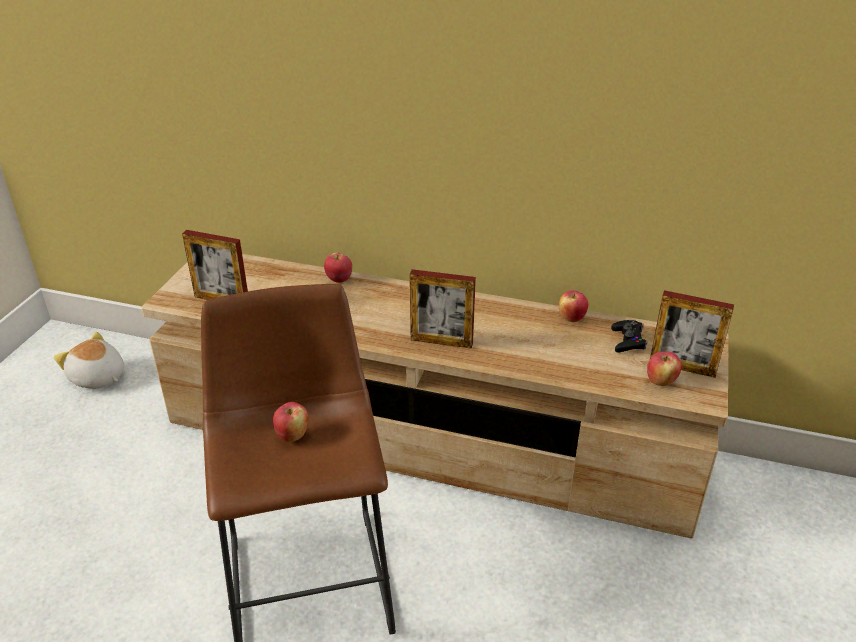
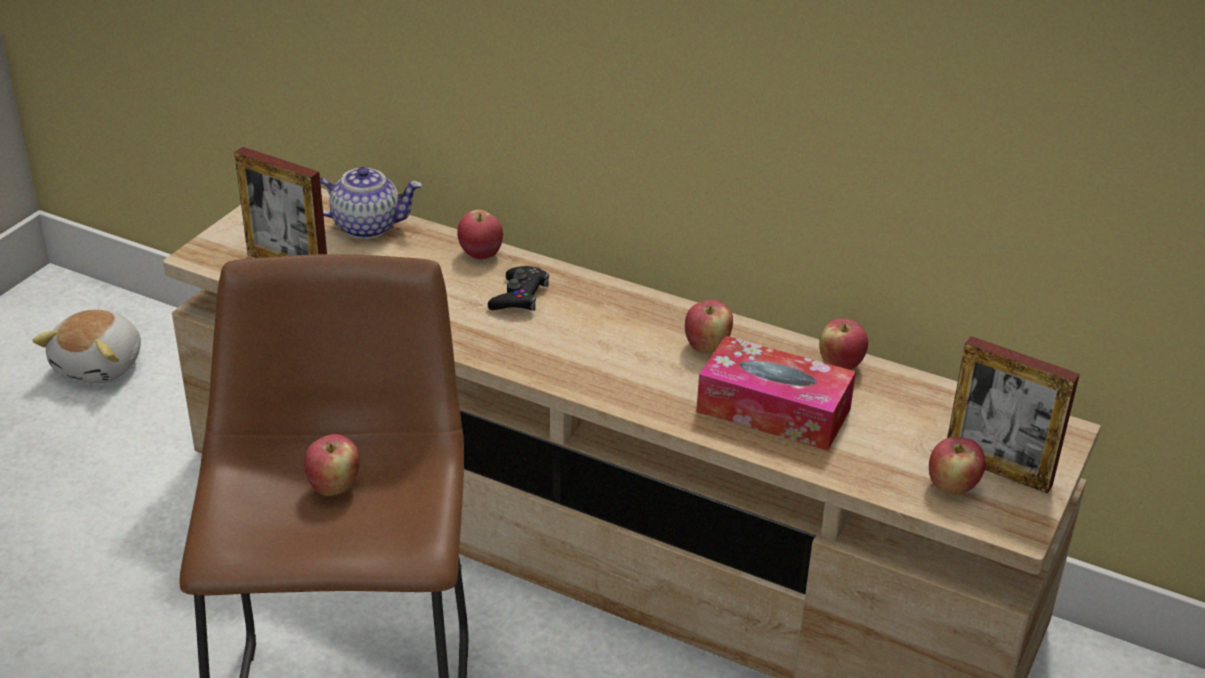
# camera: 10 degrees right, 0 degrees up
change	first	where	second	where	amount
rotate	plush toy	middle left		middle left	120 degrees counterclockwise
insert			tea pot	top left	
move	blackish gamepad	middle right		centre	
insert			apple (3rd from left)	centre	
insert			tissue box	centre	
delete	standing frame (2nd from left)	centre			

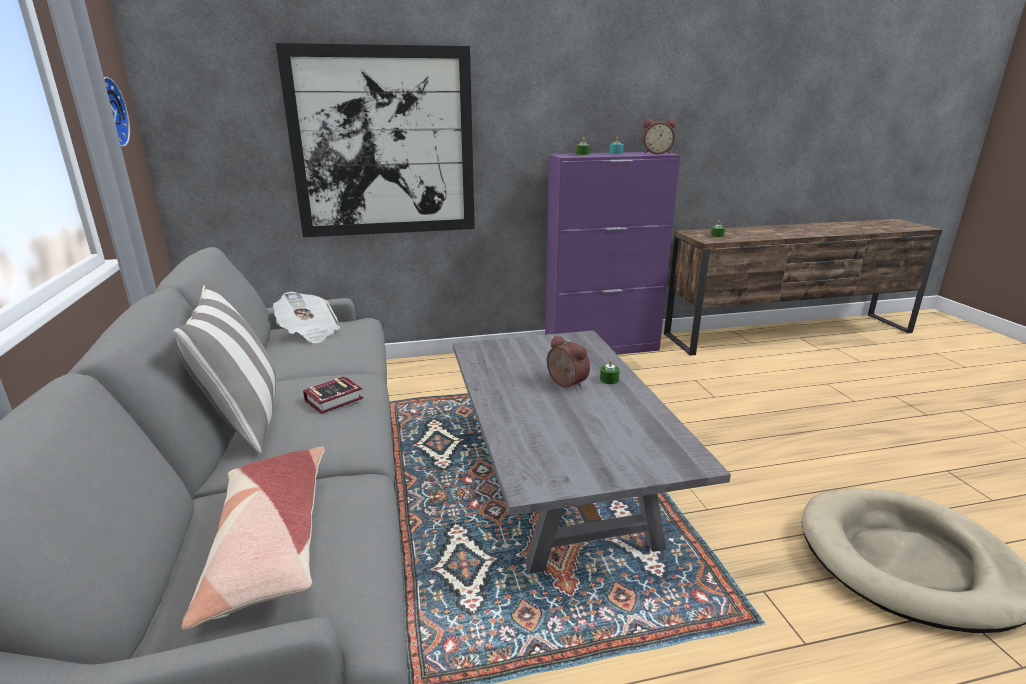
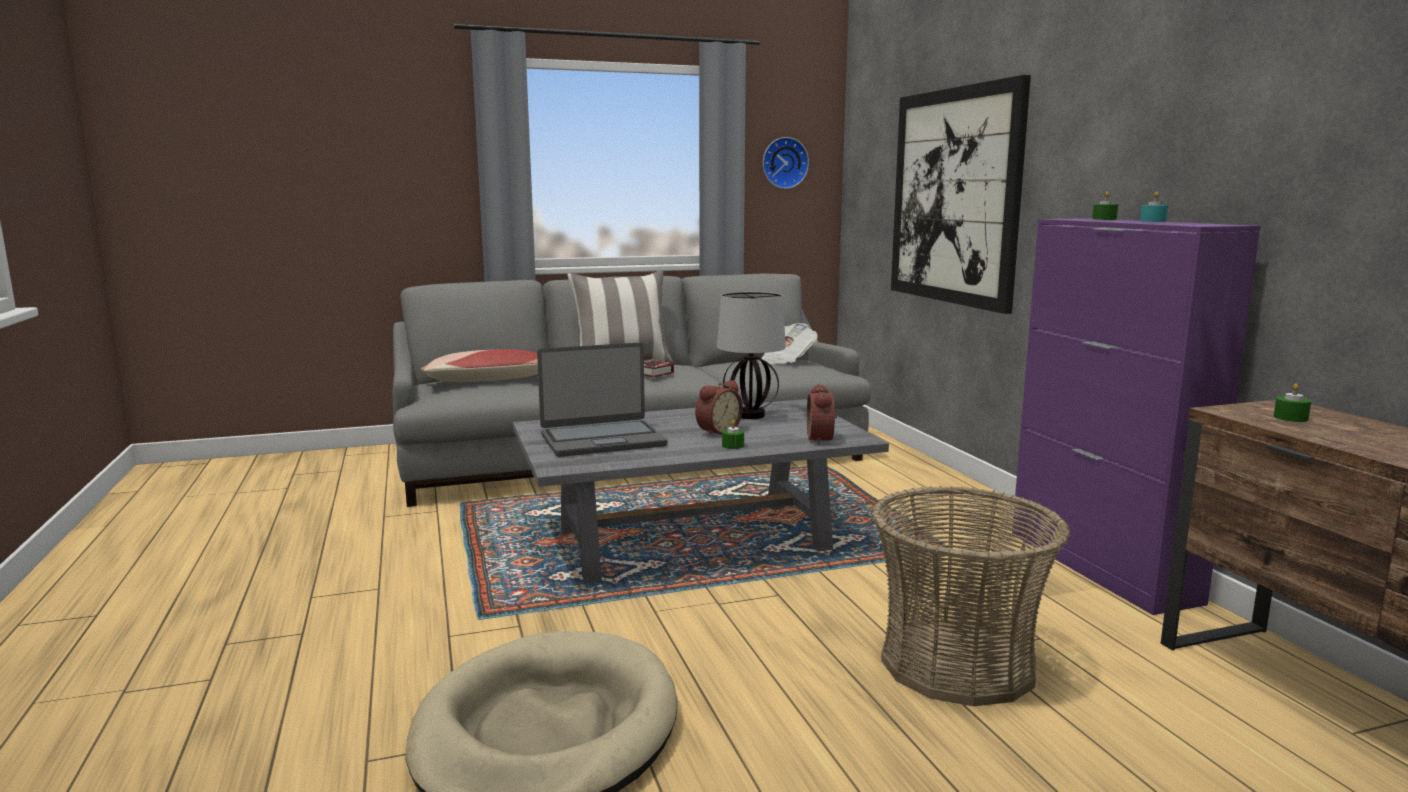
# camera: 85 degrees right, 10 degrees down
change	first	where	second	where	amount
insert			laptop	centre	
insert			tabletop lamp	centre	
move	alarm clock (2nd from left)	top centre		centre	
insert			household basket	bottom right	

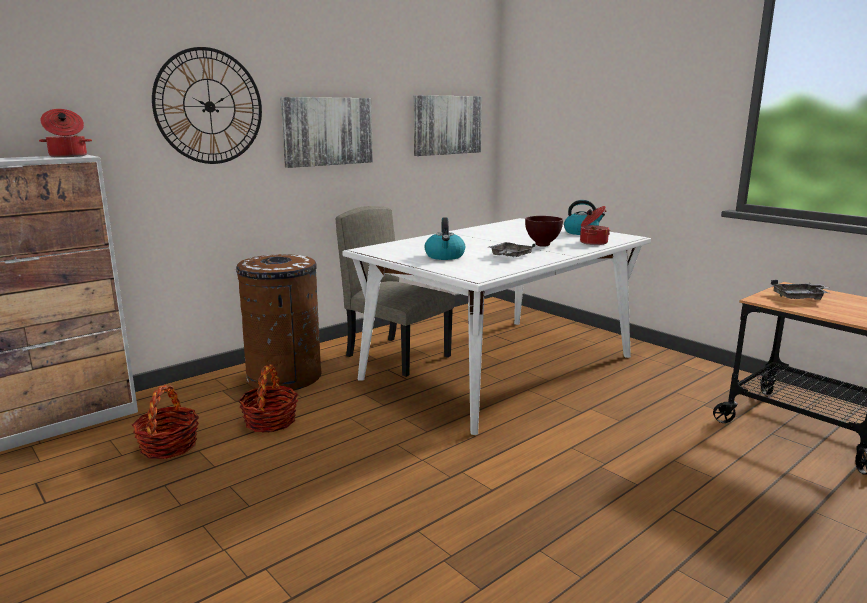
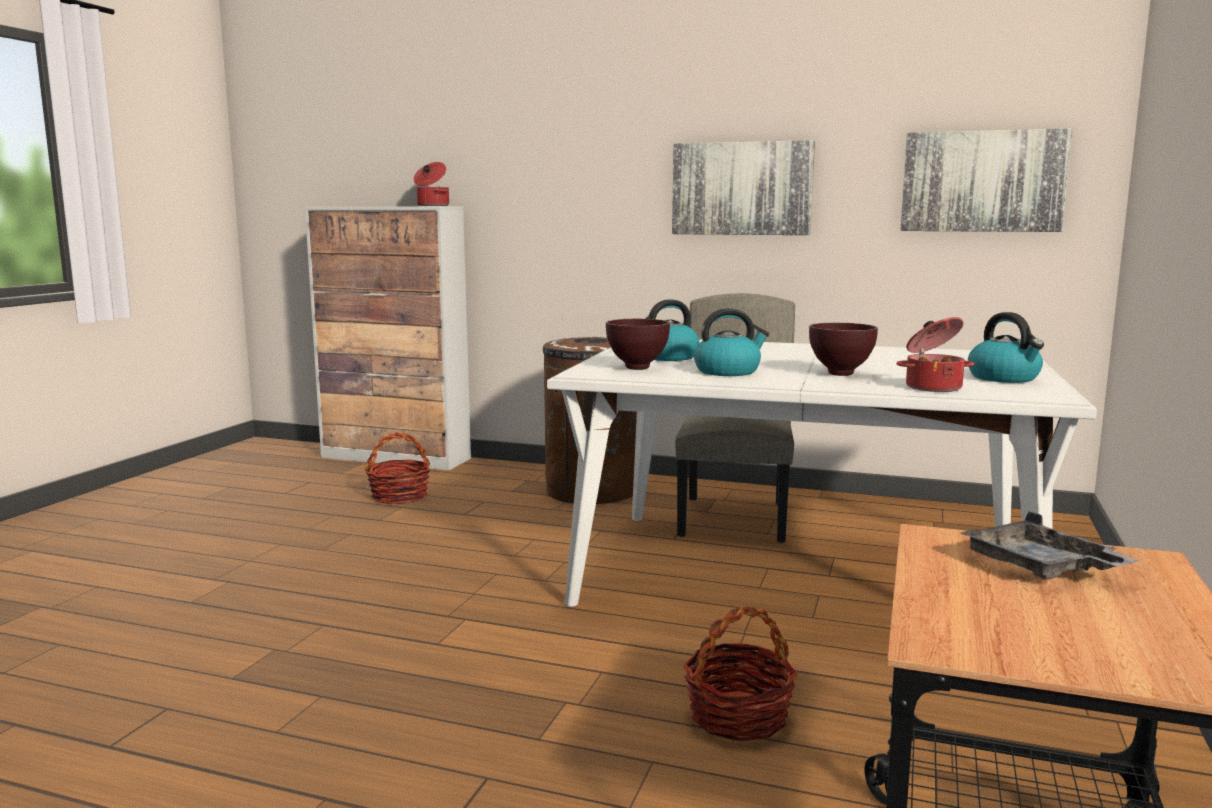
# camera: 60 degrees right, 5 degrees down
change	first	where	second	where	amount
insert			brown-coloured deep dish (1st from left)	centre	
move	household basket (2nd from left)	middle left		bottom centre	
replace	gray tray (1st from left)	centre	kettle (2nd from left)	centre	
delete	hanging clock	top left			

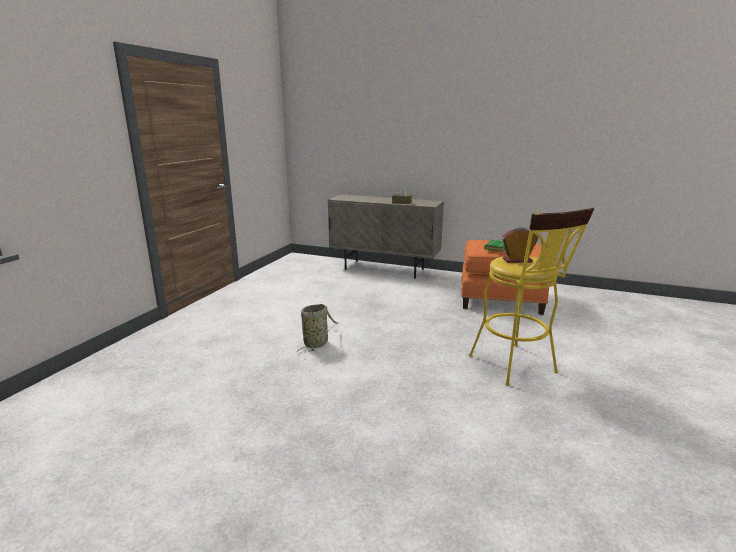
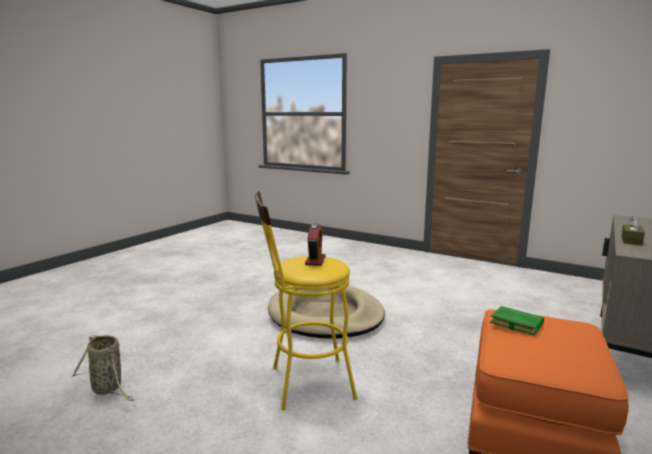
# camera: 100 degrees right, 5 degrees down
change	first	where	second	where	amount
move	household basket	centre		bottom left	
insert			beige pet bed	bottom centre	

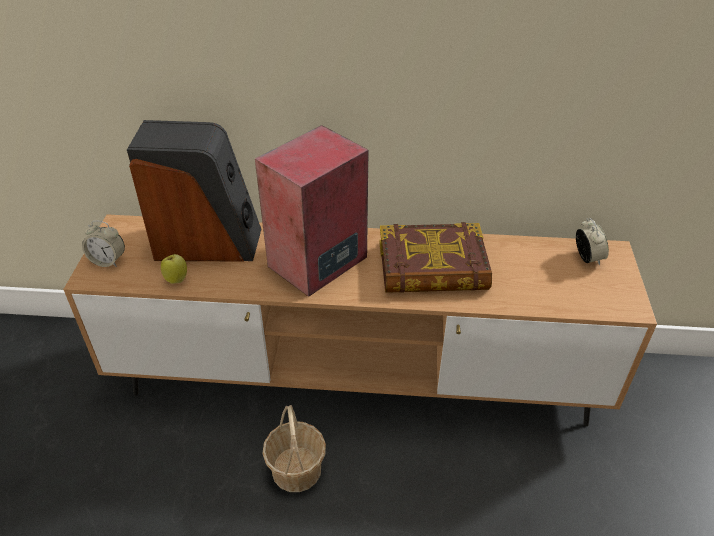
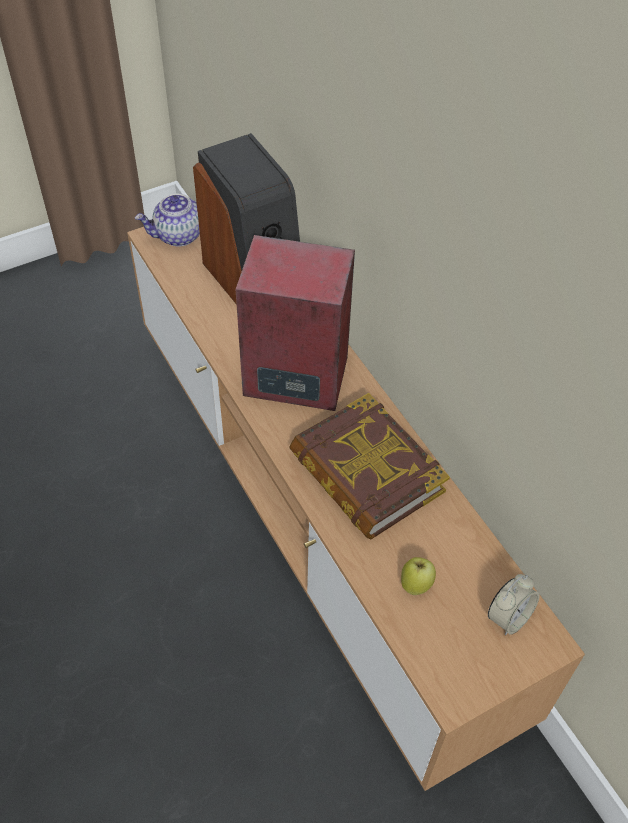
# camera: 55 degrees right, 10 degrees up
change	first	where	second	where	amount
replace	alarm clock (1st from left)	middle left	tea pot	top left	
move	apple	middle left		bottom centre	
delete	household basket	bottom centre			

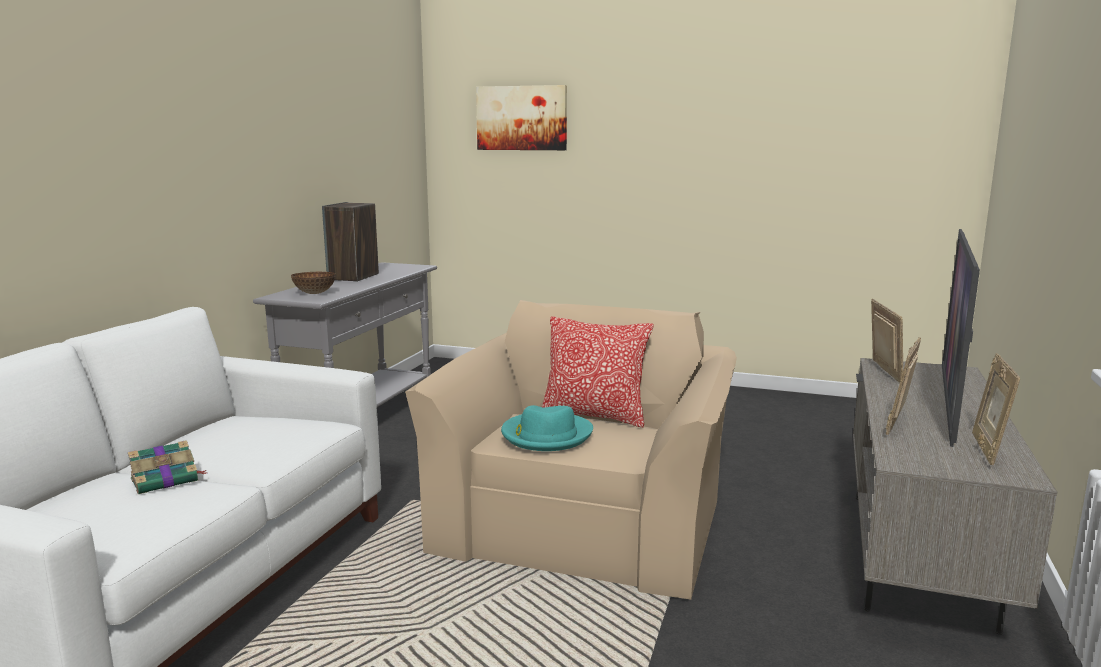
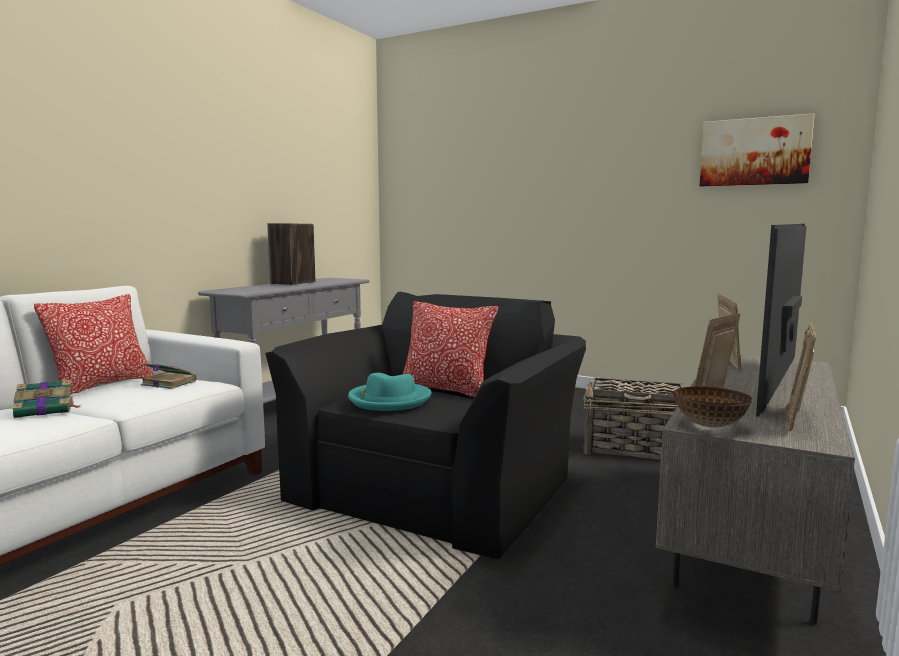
# camera: 10 degrees right, 5 degrees down
change	first	where	second	where	amount
insert			cushion (1st from left)	middle left	
insert			bound book (2nd from left)	middle left	
recolor	beige armchair	bottom centre	blackish armchair	centre	
insert			household basket	middle right	
move	deep dish	middle left		middle right	
move	wall art	top centre		top right	

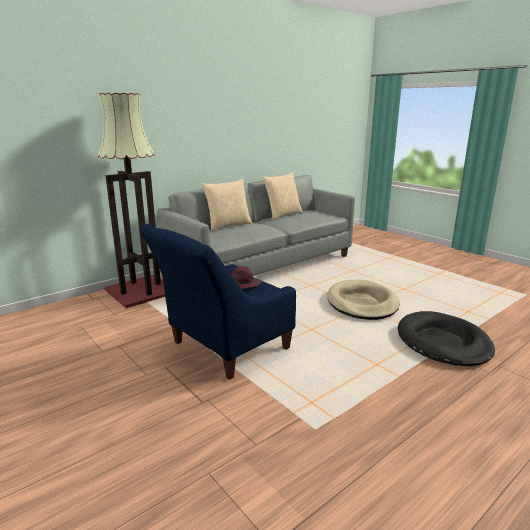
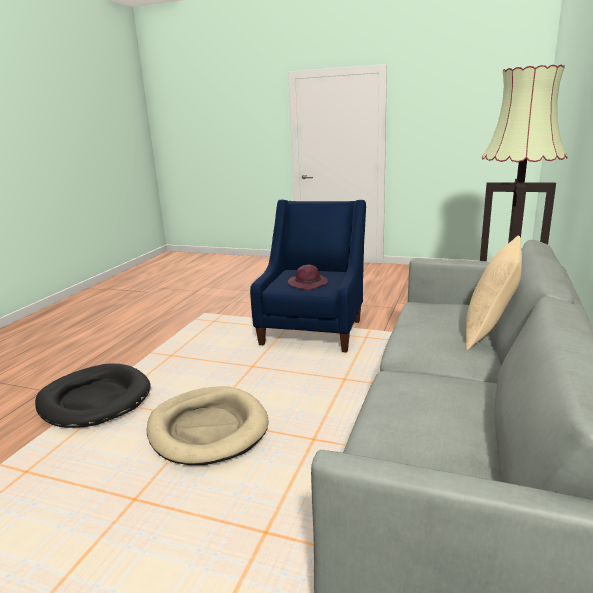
# camera: 150 degrees right, 0 degrees up
change	first	where	second	where	amount
delete	beige cushion (2nd from left)	centre			

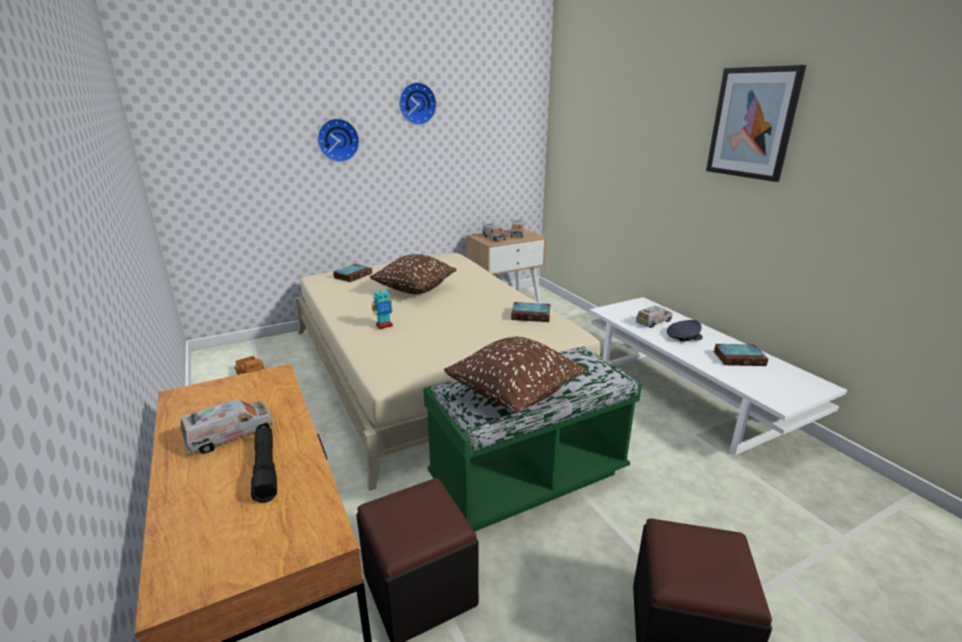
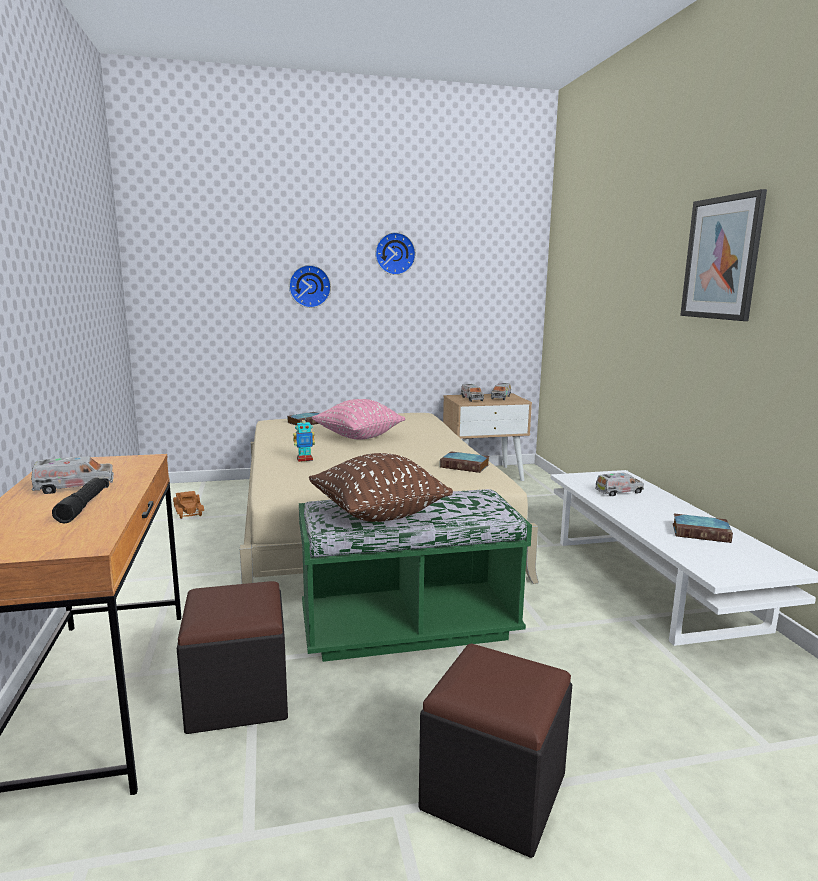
# camera: 15 degrees right, 10 degrees down
change	first	where	second	where	amount
recolor	brown-coloured cushion (1st from left)	centre	pink-coloured cushion	centre	
delete	gray baseball cap	middle right			

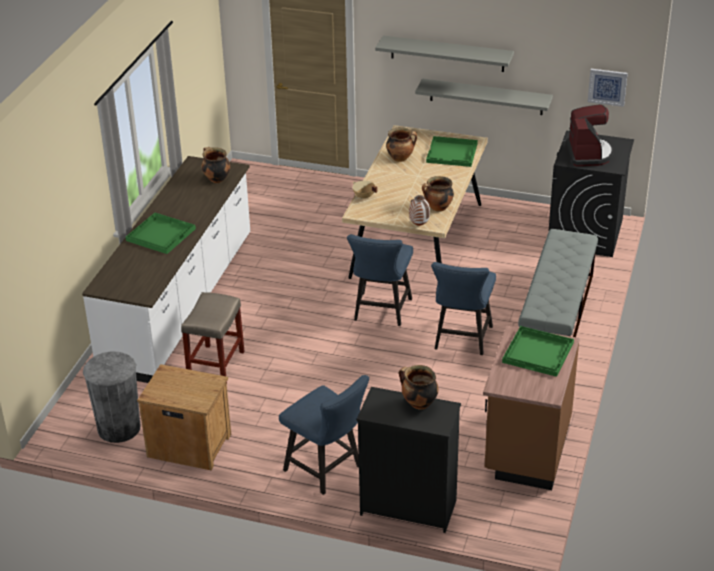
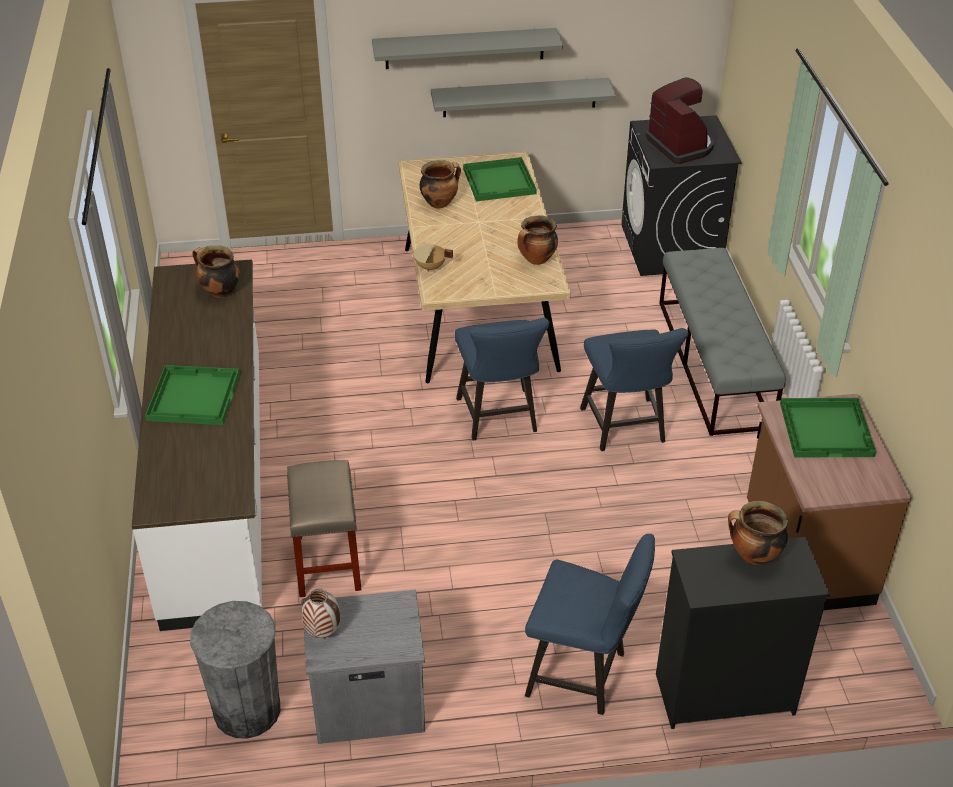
# camera: 25 degrees left, 5 degrees up
change	first	where	second	where	amount
move	decorative vase	centre		bottom centre	
recolor	brown-coloured night table	bottom left	gray night table	bottom centre	
delete	wall art	top right			

